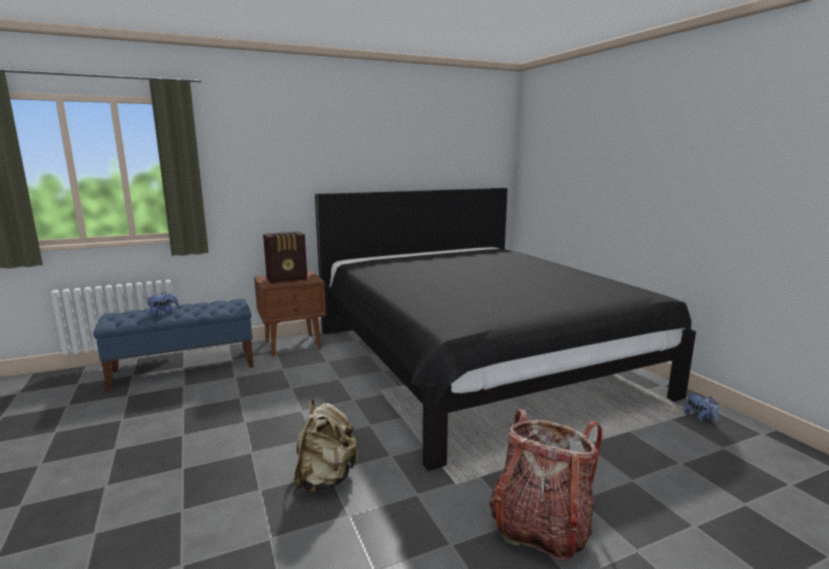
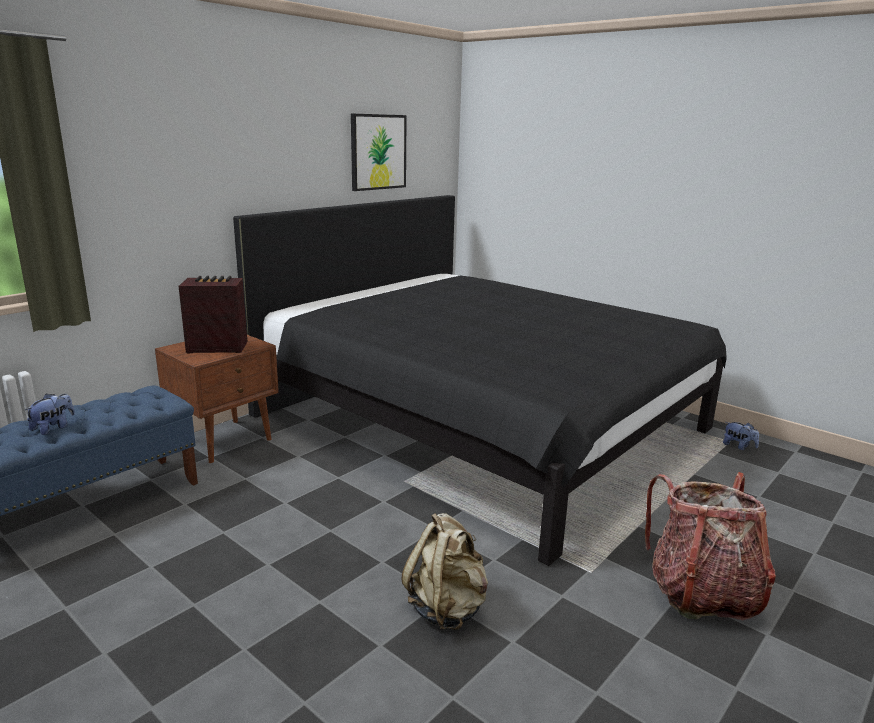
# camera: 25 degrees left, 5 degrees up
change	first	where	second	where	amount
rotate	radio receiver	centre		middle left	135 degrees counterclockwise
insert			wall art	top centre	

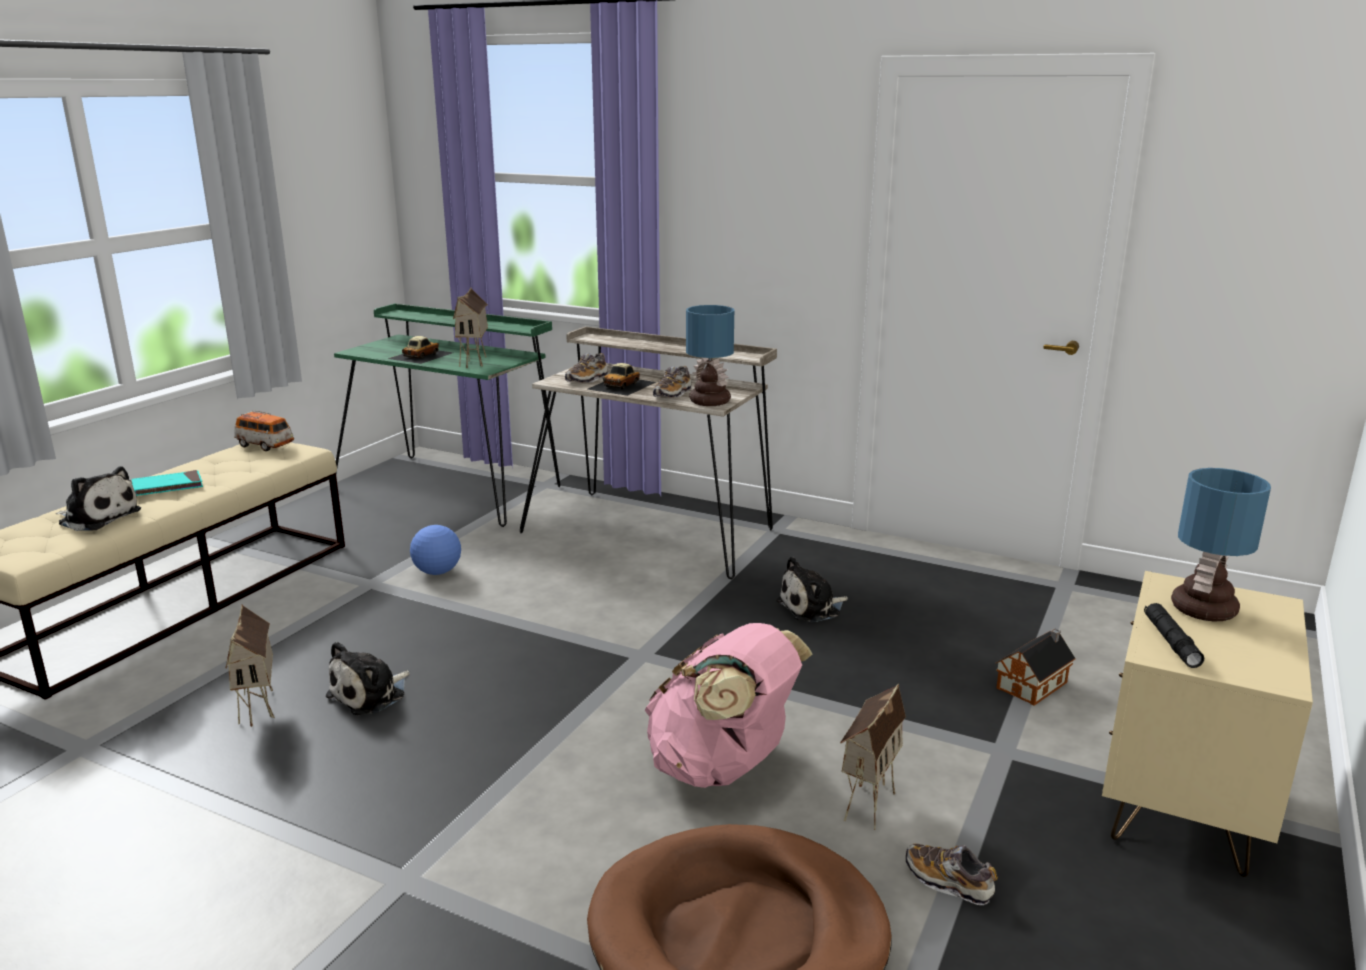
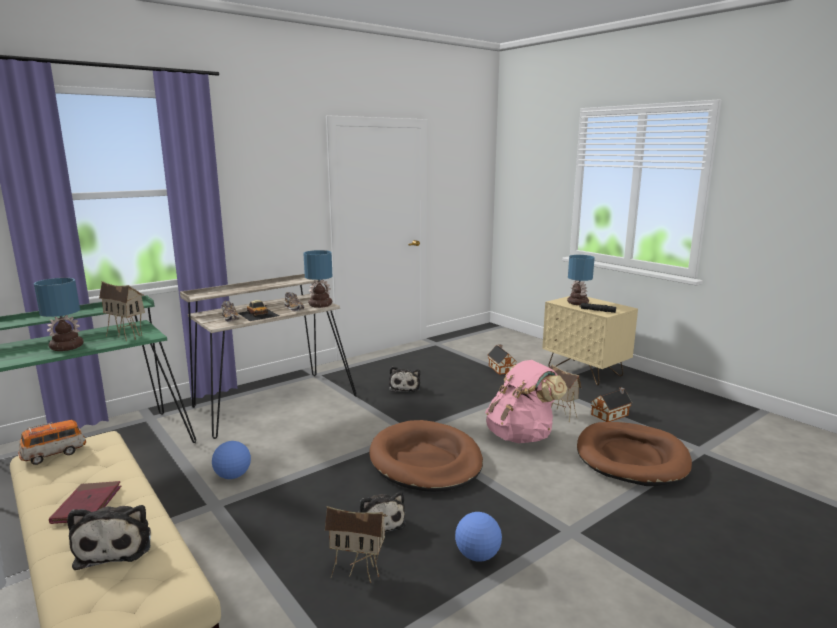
# camera: 65 degrees left, 5 degrees down
change	first	where	second	where	amount
replace	miniature car (2nd from left)	middle left	tabletop lamp (1st from left)	middle left	
recolor	turquoise-coloured bound book	middle left	red-coloured bound book	bottom left	
rotate	plush toy (1st from left)	middle left		bottom left	120 degrees clockwise
insert			brown-coloured pet bed (1st from left)	bottom centre	
insert			football ball (2nd from left)	bottom centre	
replace	low shoe (3rd from left)	bottom right	model house (5th from left)	middle right	

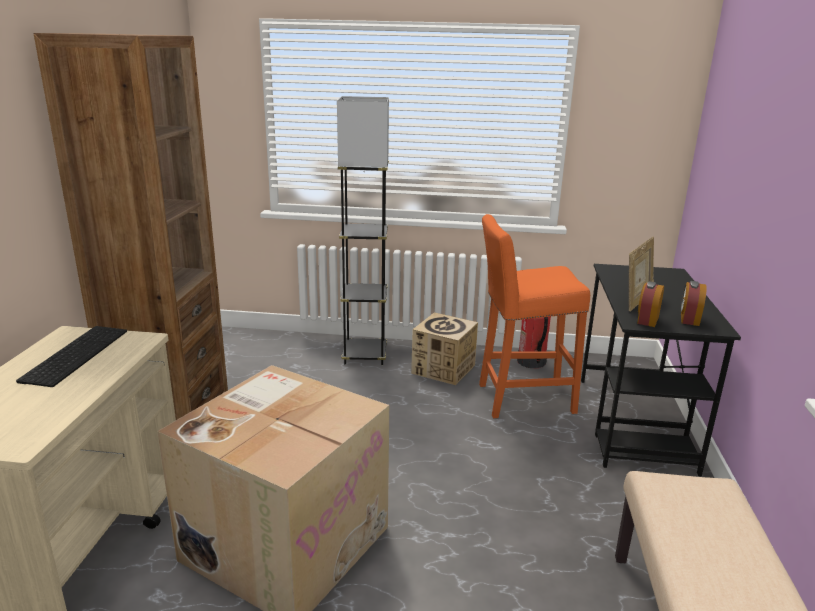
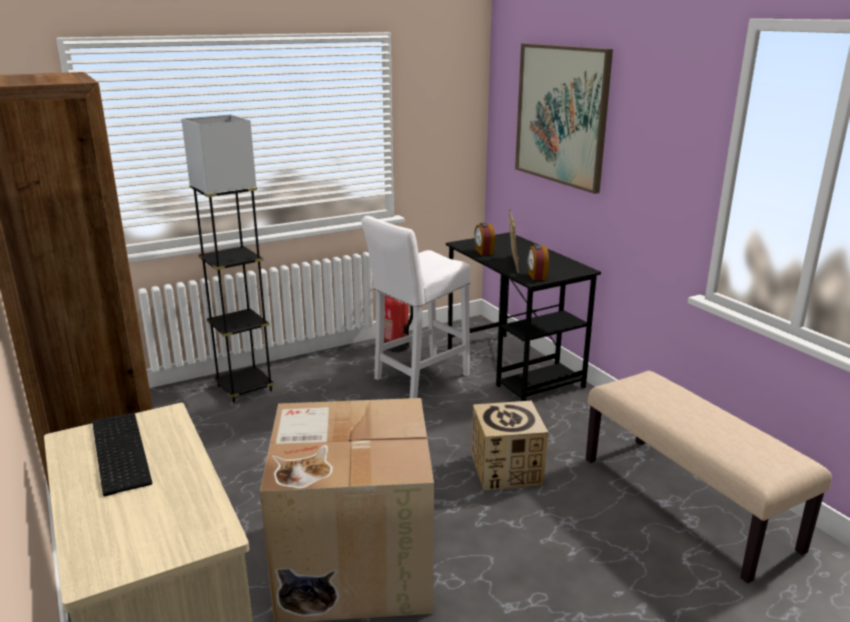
# camera: 35 degrees left, 0 degrees up
change	first	where	second	where	amount
recolor	orange stool	centre	white-coloured stool	centre	
move	packing box (2nd from left)	centre		bottom centre	
move	alarm clock (2nd from left in the first image)	middle right	alarm clock (1st from left)	centre	
insert			wall art	top centre	

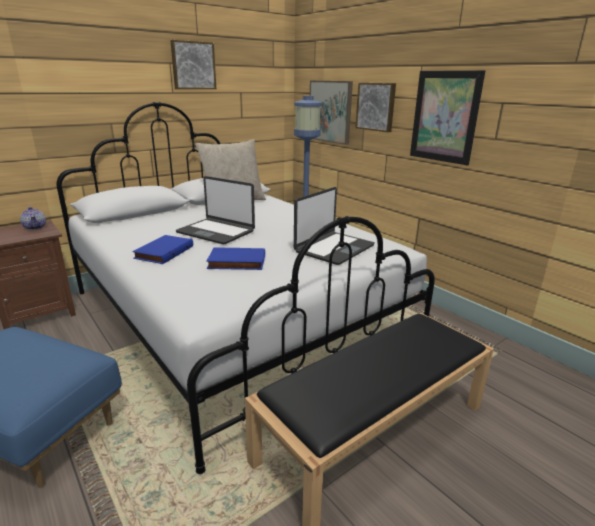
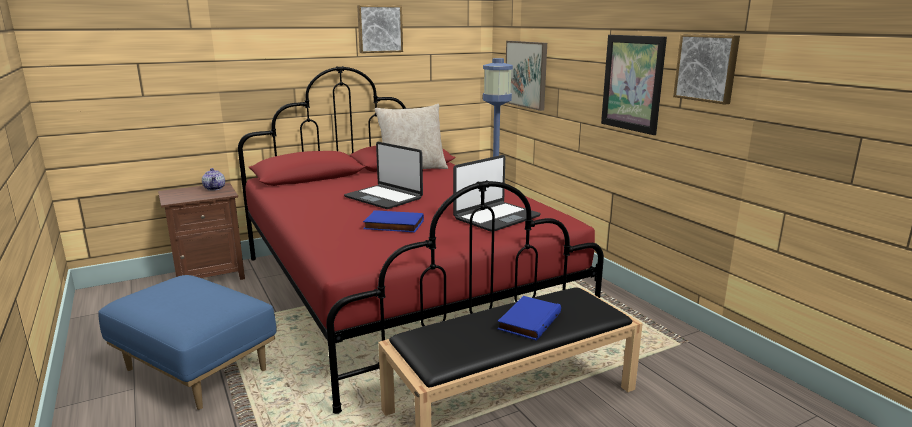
# camera: 10 degrees right, 5 degrees down
change	first	where	second	where	amount
recolor	white-coloured bedroom bed	centre	red-coloured bedroom bed	centre	
move	bluish bound book (1st from left in the first image)	middle left	bluish bound book (2nd from left)	bottom centre	
move	wall art (3rd from left in the first image)	top centre	wall art (4th from left)	top right	

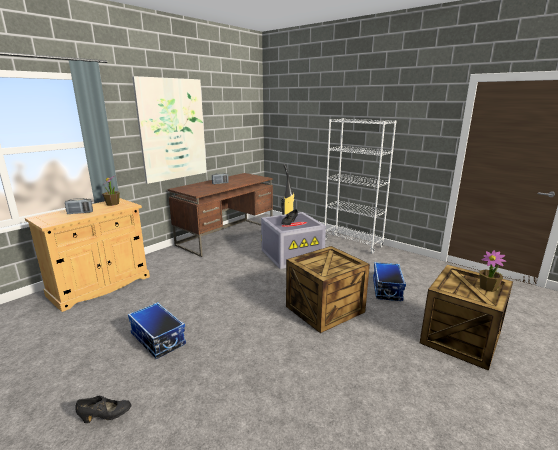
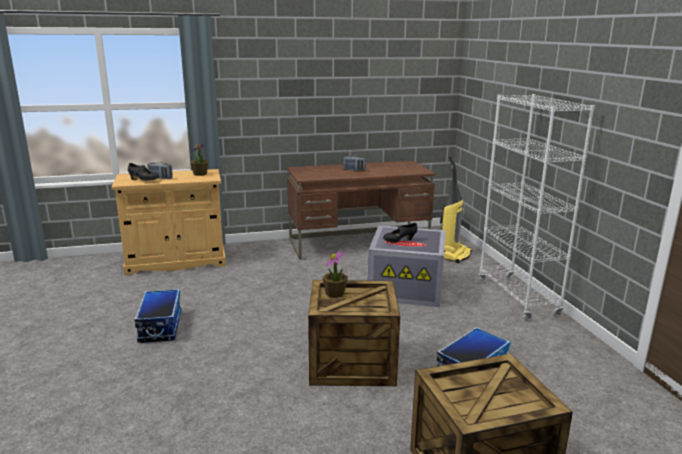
# camera: 35 degrees right, 0 degrees up
change	first	where	second	where	amount
move	blackish low shoe (1st from left)	bottom left		middle left	
move	potted plant (2nd from left)	middle right		centre	
delete	wall art	top left			

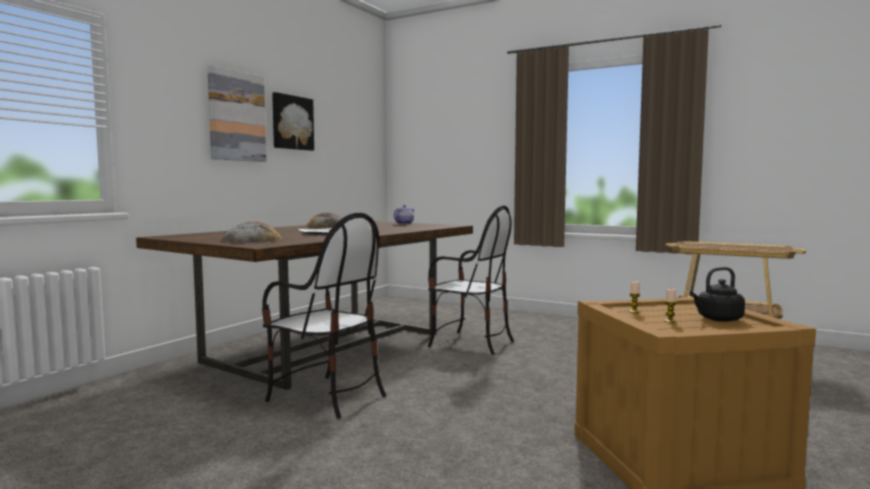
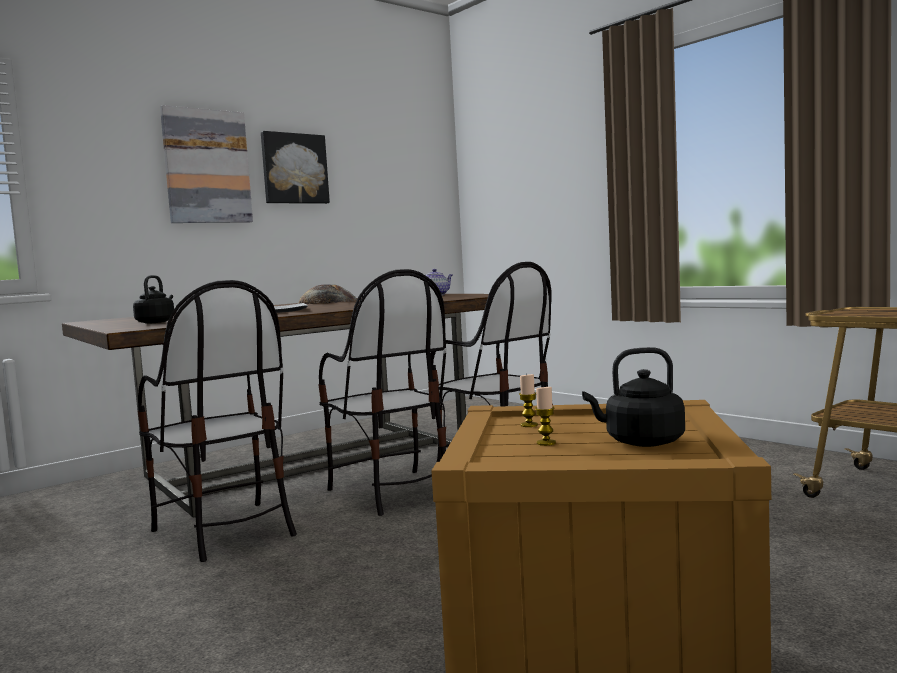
# camera: 20 degrees right, 0 degrees up
change	first	where	second	where	amount
replace	bakery bread (1st from left)	middle left	blackish kettle (1st from left)	middle left	
insert			plain chair (2nd from left)	centre	

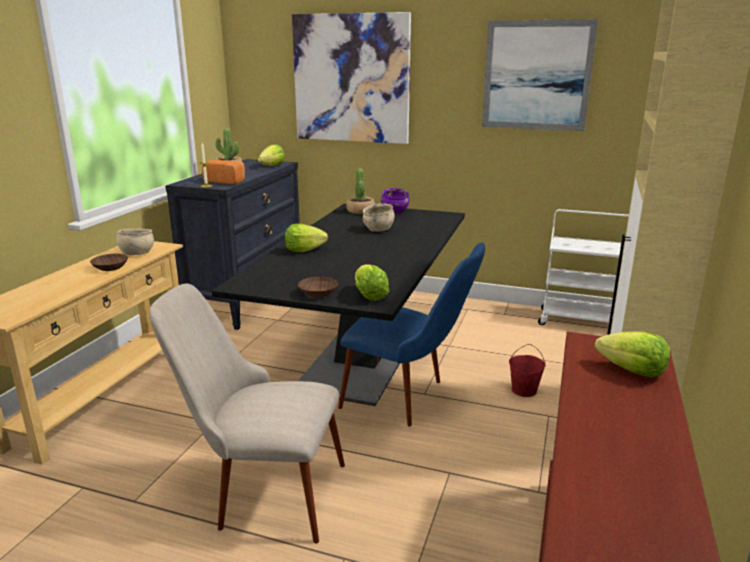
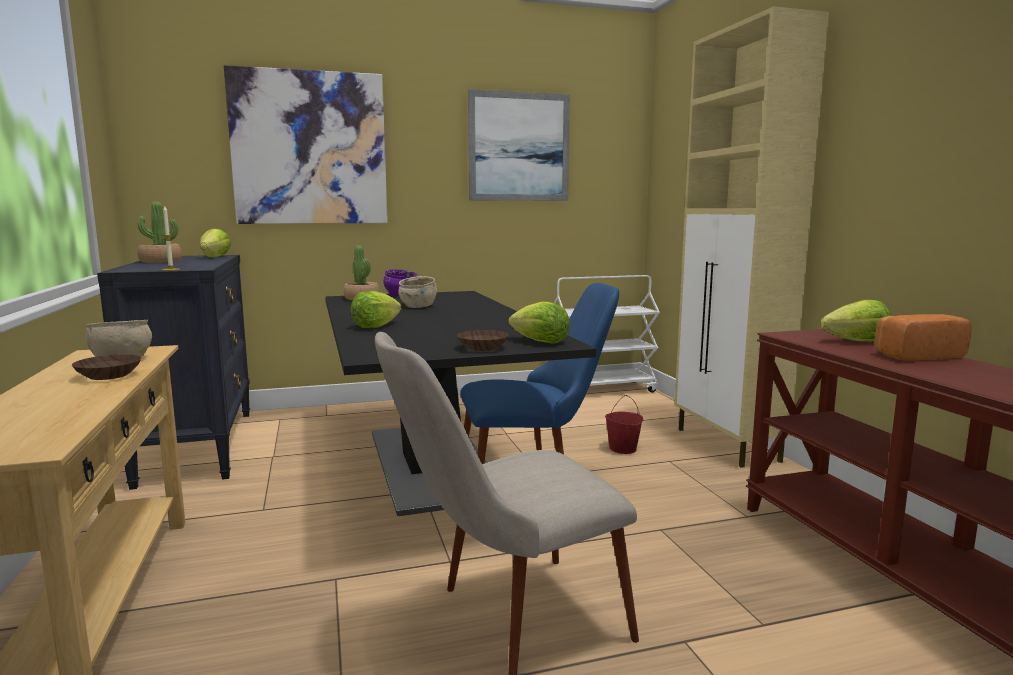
# camera: 35 degrees left, 10 degrees down
change	first	where	second	where	amount
move	bakery bread	top left		middle right	

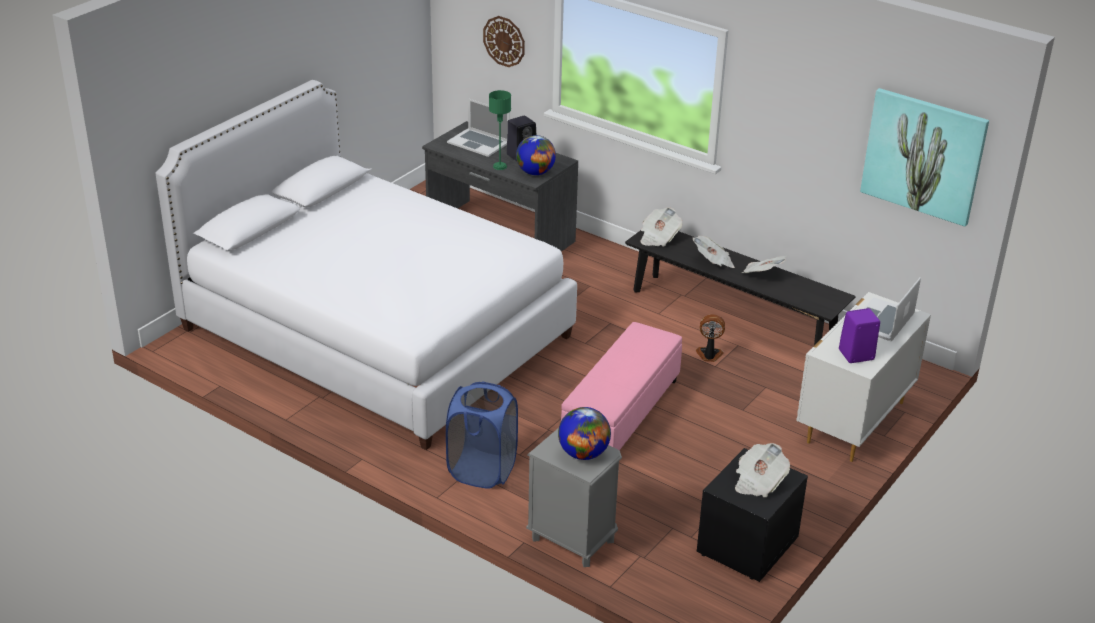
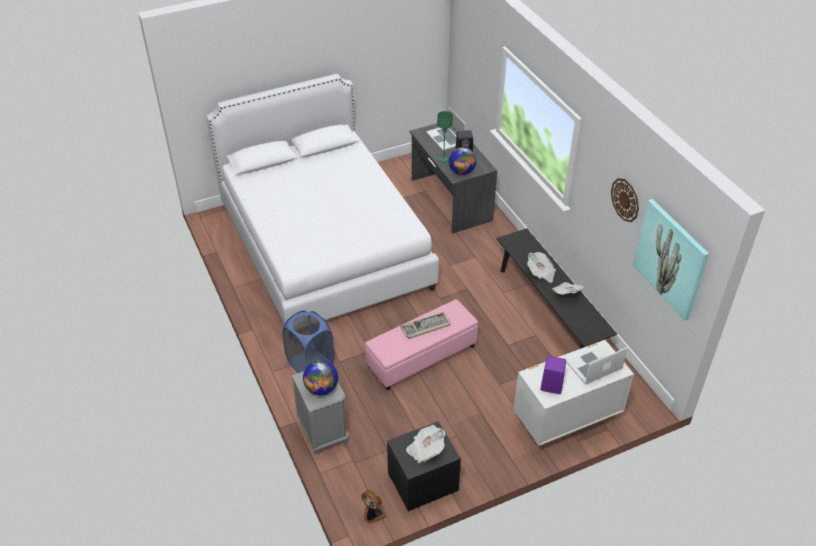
# camera: 30 degrees right, 10 degrees up
change	first	where	second	where	amount
move	cooling fan	centre		bottom centre	
insert			keyboard	centre	
move	hanging clock	top centre		middle right	
delete	newspaper (1st from left)	centre			

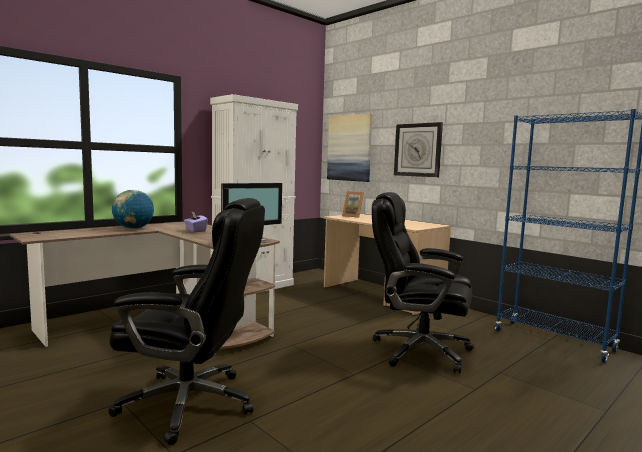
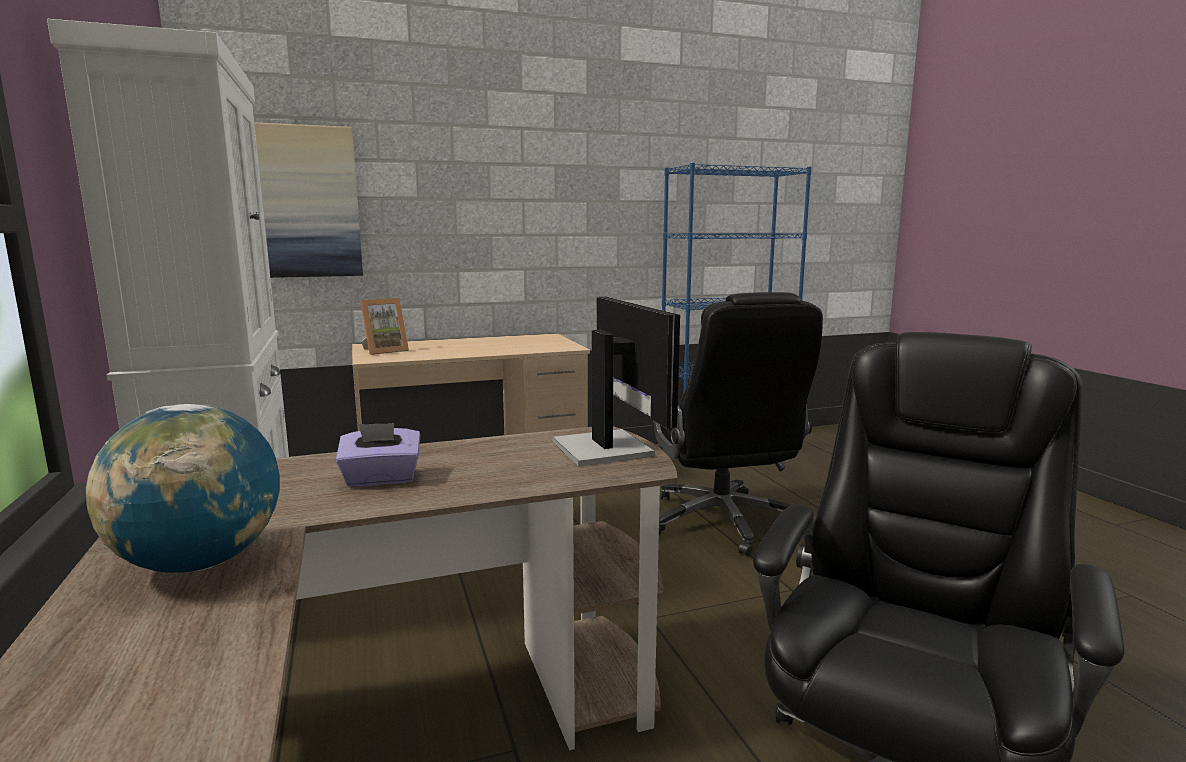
# camera: 65 degrees left, 5 degrees up
change	first	where	second	where	amount
rotate	blackish desk chair (2nd from left in the first image)	centre	blackish desk chair (1st from left)	centre	60 degrees counterclockwise
delete	hanging clock	top centre			

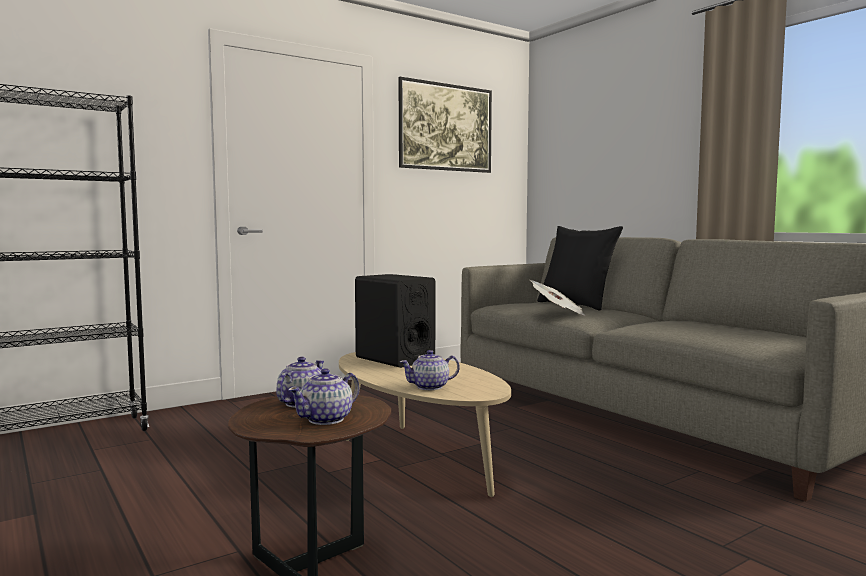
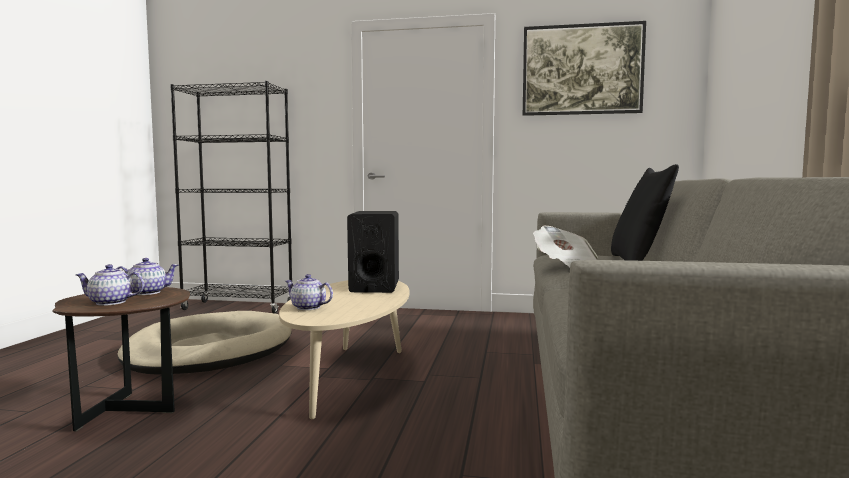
# camera: 45 degrees right, 0 degrees up
change	first	where	second	where	amount
insert			beige pet bed	bottom left	

